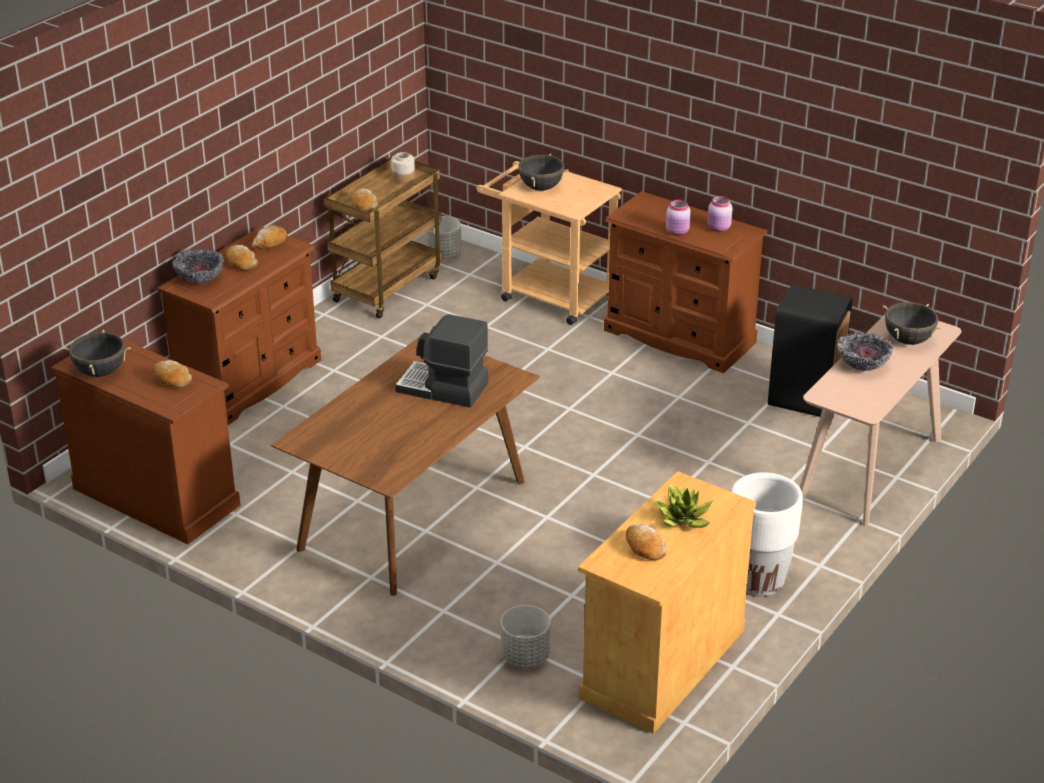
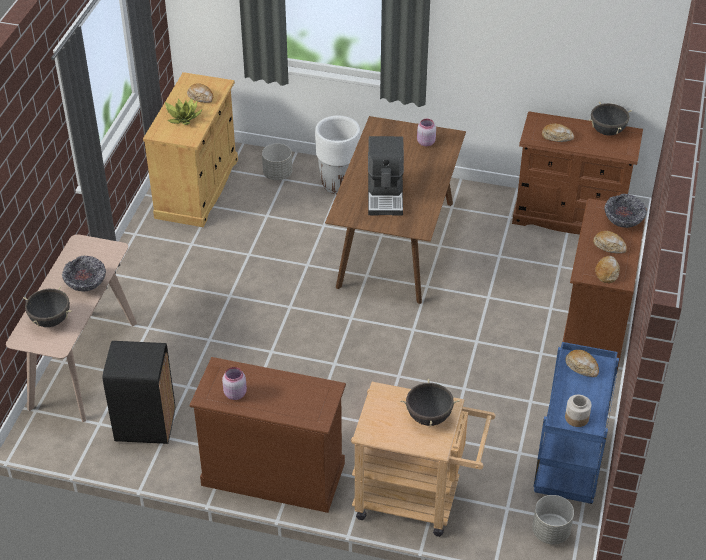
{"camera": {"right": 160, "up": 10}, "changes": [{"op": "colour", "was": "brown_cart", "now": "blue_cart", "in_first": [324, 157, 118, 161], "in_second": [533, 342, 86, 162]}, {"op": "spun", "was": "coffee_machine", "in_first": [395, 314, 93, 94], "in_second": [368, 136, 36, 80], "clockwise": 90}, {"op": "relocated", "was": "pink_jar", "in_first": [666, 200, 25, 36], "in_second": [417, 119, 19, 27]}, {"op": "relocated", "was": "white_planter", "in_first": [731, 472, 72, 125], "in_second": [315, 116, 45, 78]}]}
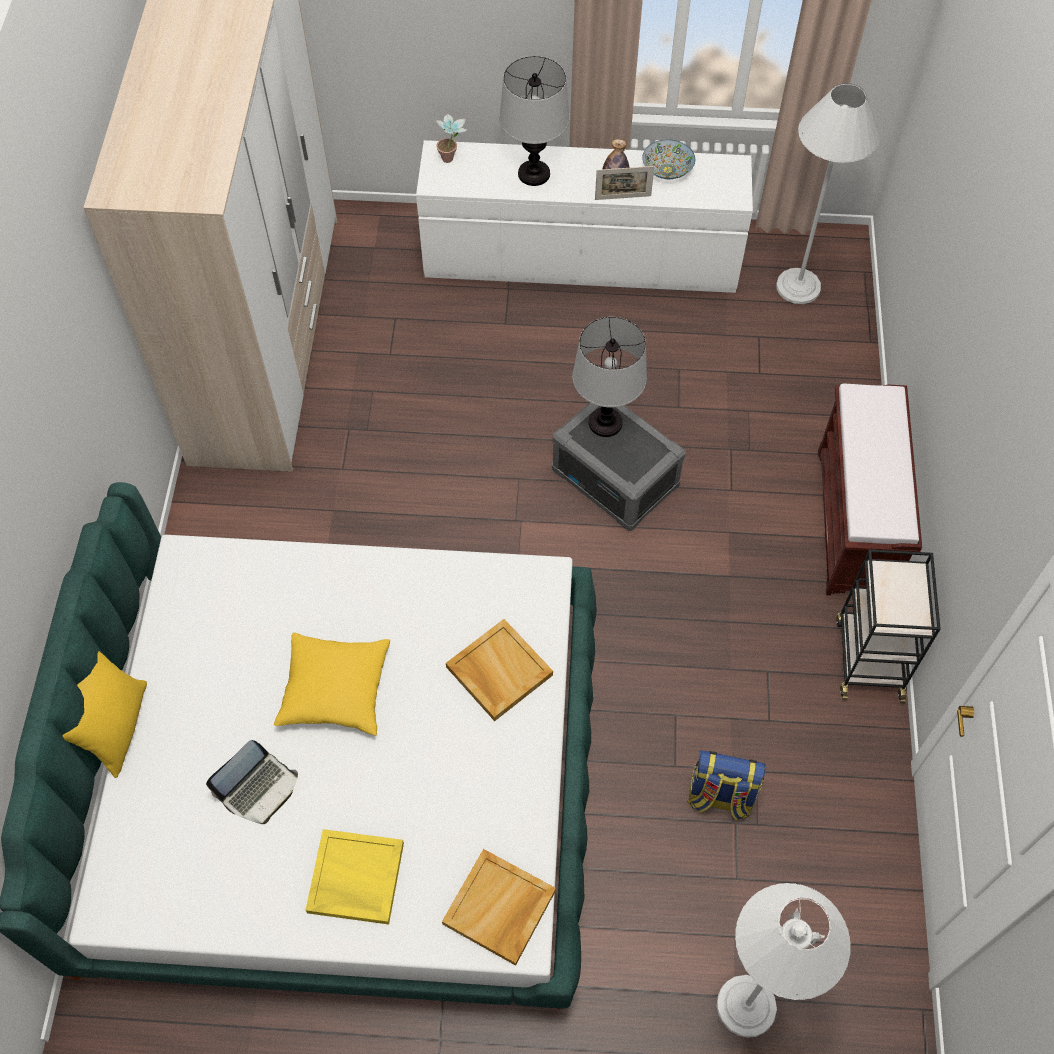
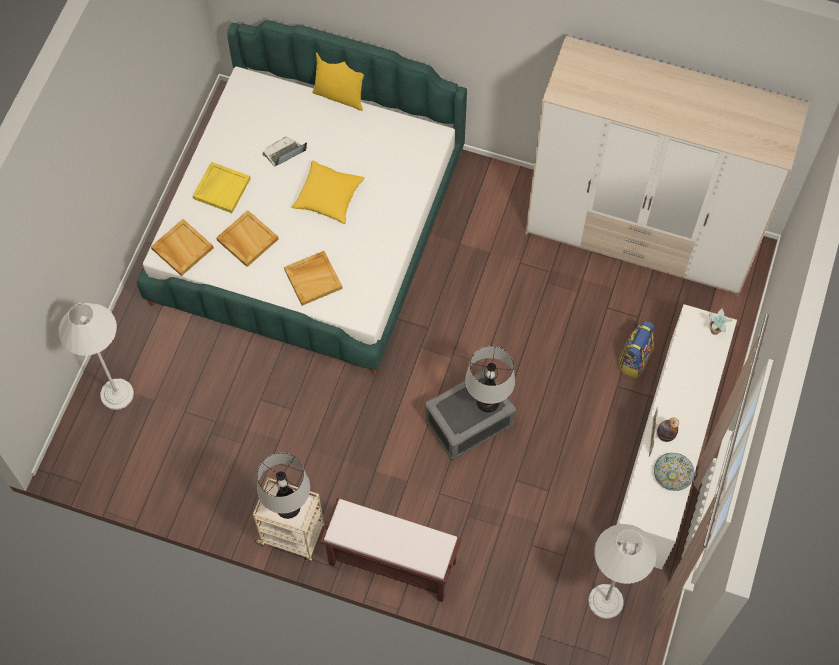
{"camera": {"right": 105, "up": 5}, "changes": [{"op": "spun", "was": "laptop", "in_first": [206, 740, 92, 84], "in_second": [262, 136, 45, 30], "clockwise": 90}, {"op": "relocated", "was": "table_lamp", "in_first": [499, 56, 71, 130], "in_second": [257, 453, 53, 66]}, {"op": "relocated", "was": "backpack", "in_first": [687, 750, 79, 71], "in_second": [617, 321, 38, 58]}, {"op": "colour", "was": "black_cart", "now": "beige_cart", "in_first": [836, 549, 105, 155], "in_second": [253, 478, 73, 84]}, {"op": "appeared", "now": "beige_tray", "in_second": [216, 210, 63, 57]}]}
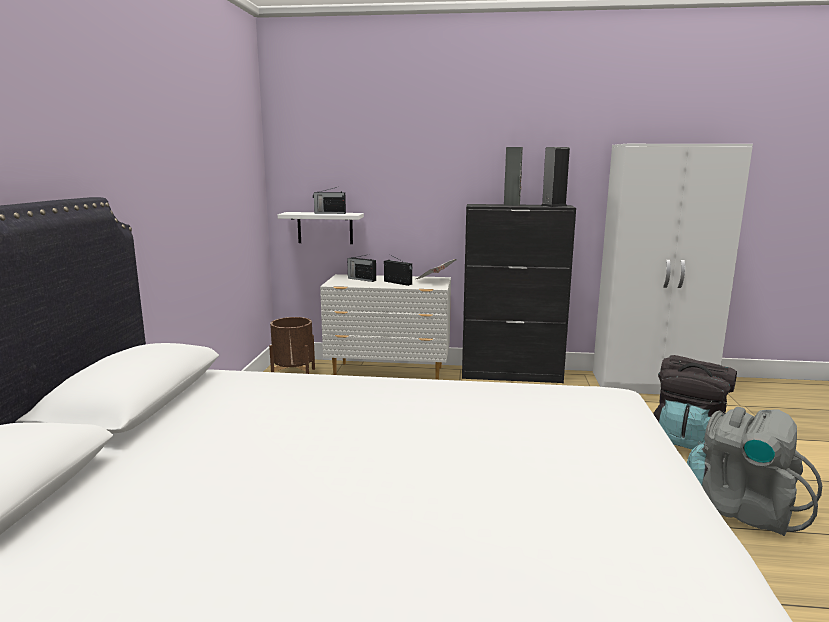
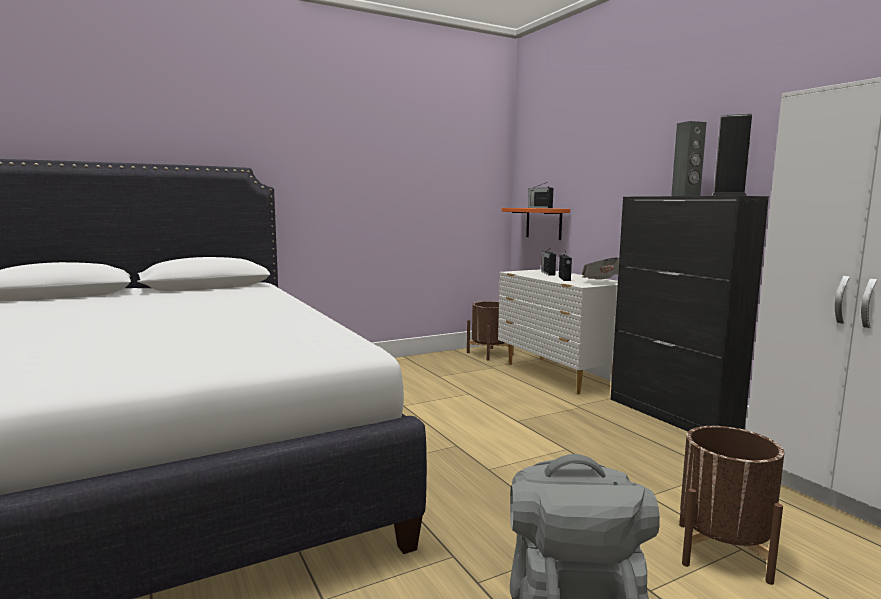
{"camera": {"right": 55, "up": -5}, "changes": [{"op": "colour", "was": "white_shelf", "now": "orange_shelf", "in_first": [278, 212, 86, 32], "in_second": [502, 208, 68, 32]}, {"op": "exchanged", "was": "black_backpack", "now": "brown_planter", "in_first": [653, 355, 84, 95], "in_second": [679, 426, 105, 159]}]}
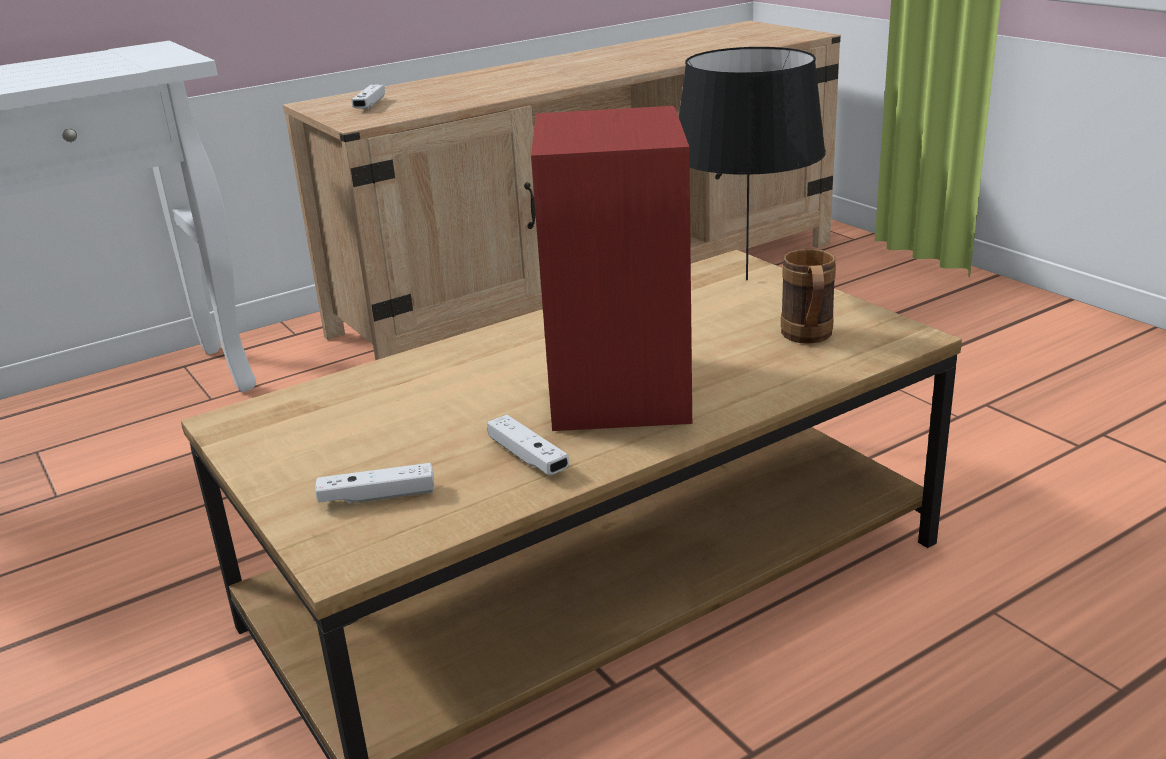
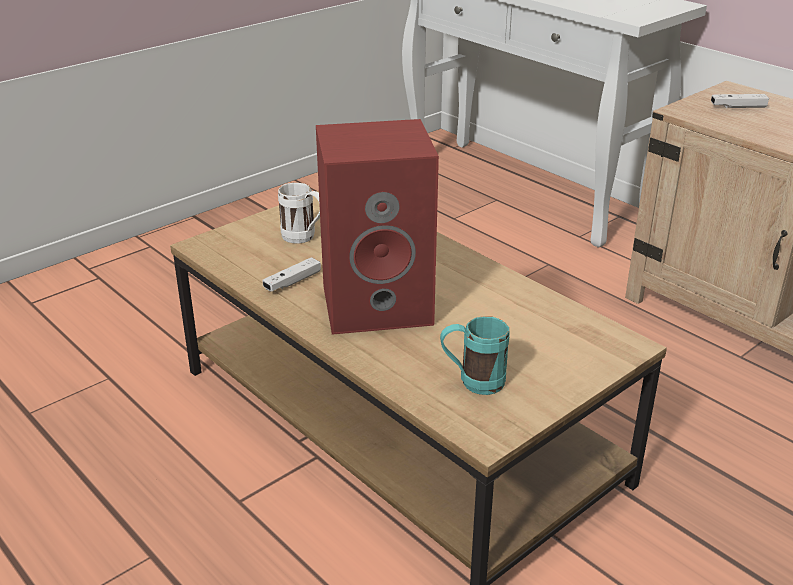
{"camera": {"right": 80, "up": 5}, "changes": [{"op": "missing", "was": "white_game_controller", "in_first": [315, 463, 120, 41]}, {"op": "missing", "was": "black_table_lamp", "in_first": [679, 47, 147, 234]}, {"op": "colour", "was": "brown_mug", "now": "turquoise_mug", "in_first": [781, 249, 55, 95], "in_second": [440, 316, 70, 79]}, {"op": "appeared", "now": "white_mug", "in_second": [278, 182, 42, 62]}]}
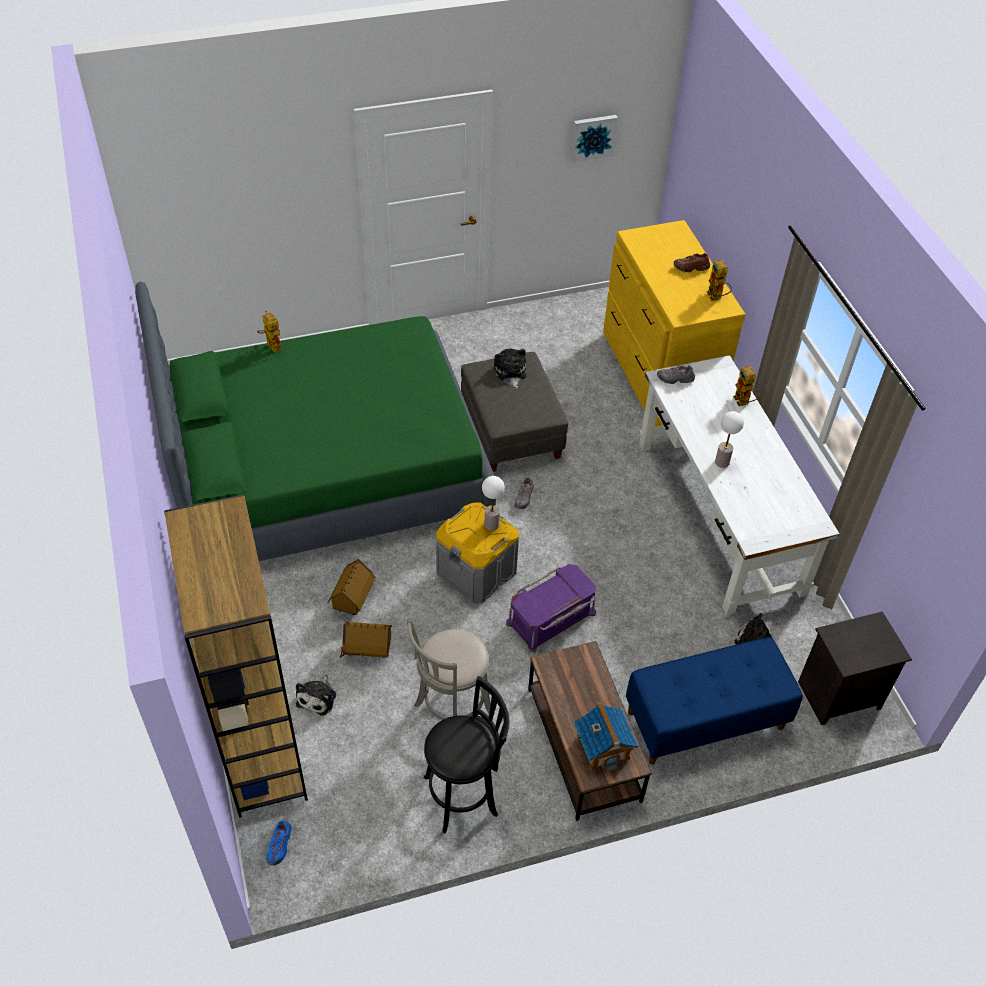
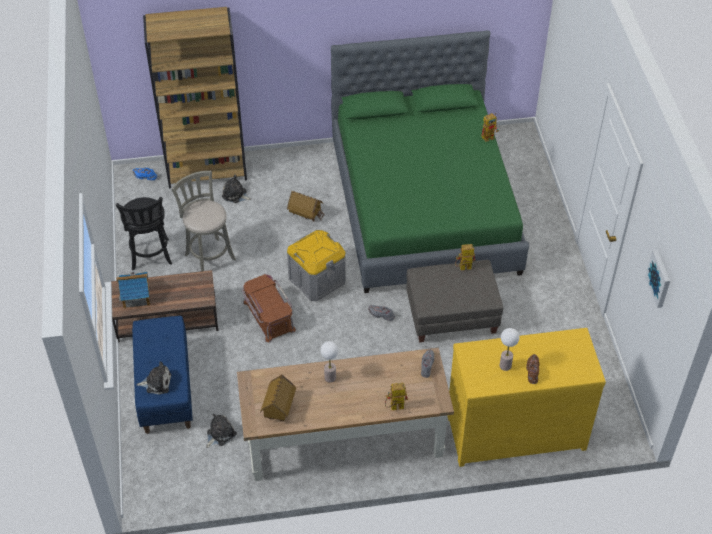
{"camera": {"right": 100, "up": 0}, "changes": [{"op": "relocated", "was": "toy_house", "in_first": [339, 622, 53, 36], "in_second": [260, 375, 36, 46]}, {"op": "relocated", "was": "table_lamp", "in_first": [482, 476, 23, 55], "in_second": [500, 328, 19, 43]}, {"op": "relocated", "was": "plush_toy", "in_first": [494, 348, 32, 41], "in_second": [137, 361, 34, 34]}, {"op": "colour", "was": "purple_storage_box", "now": "brown_storage_box", "in_first": [506, 564, 90, 88], "in_second": [242, 274, 54, 68]}, {"op": "colour", "was": "white_desk", "now": "brown_desk", "in_first": [639, 355, 201, 260], "in_second": [237, 348, 217, 133]}, {"op": "relocated", "was": "toy_robot", "in_first": [706, 260, 26, 41], "in_second": [455, 244, 20, 26]}, {"op": "missing", "was": "black_nightstand", "in_first": [798, 611, 114, 114]}]}
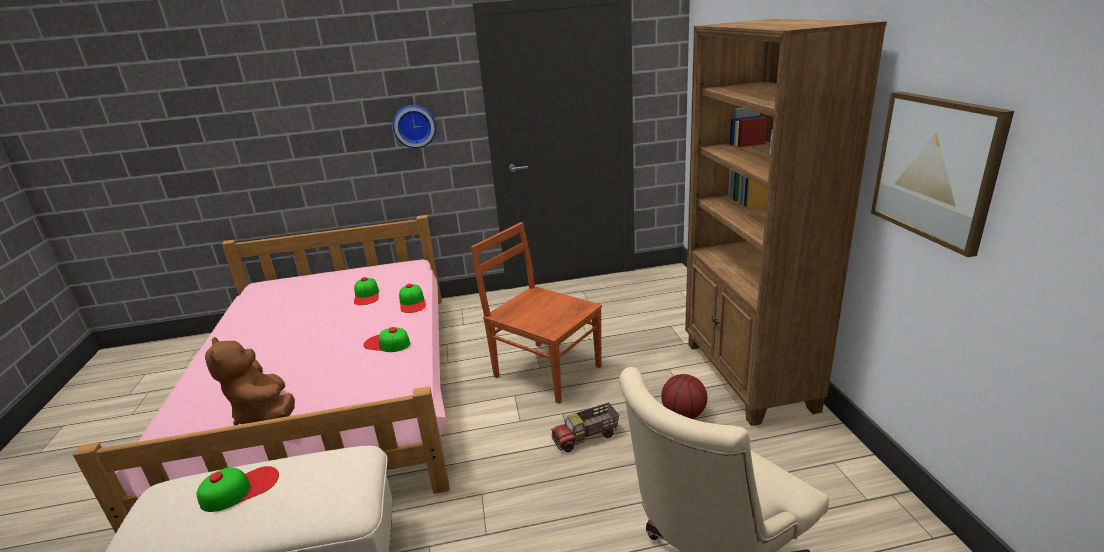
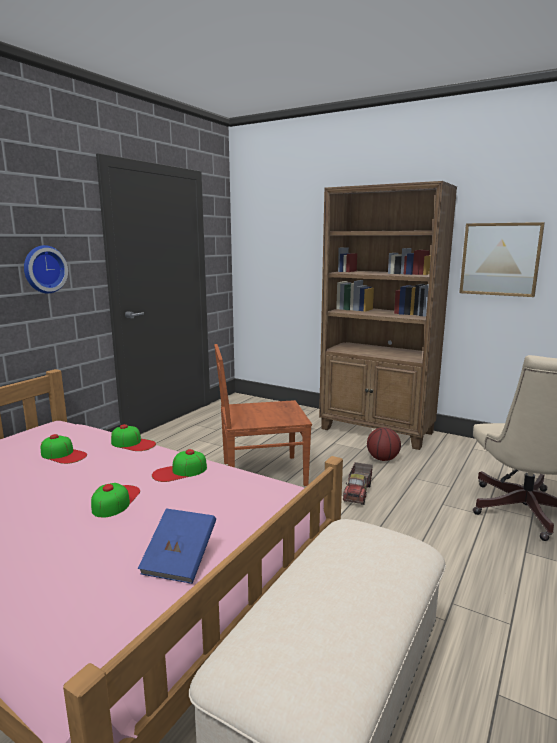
{"camera": {"right": -50, "up": -10}, "changes": [{"op": "relocated", "was": "cap", "in_first": [197, 466, 82, 46], "in_second": [91, 483, 49, 35]}, {"op": "exchanged", "was": "brown_plush_toy", "now": "blue_book", "in_first": [205, 337, 90, 89], "in_second": [138, 508, 78, 76]}]}
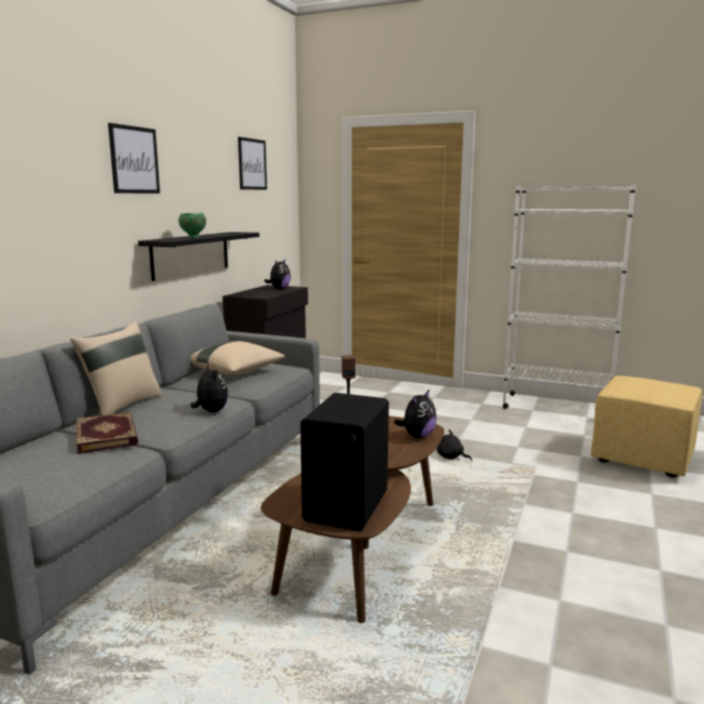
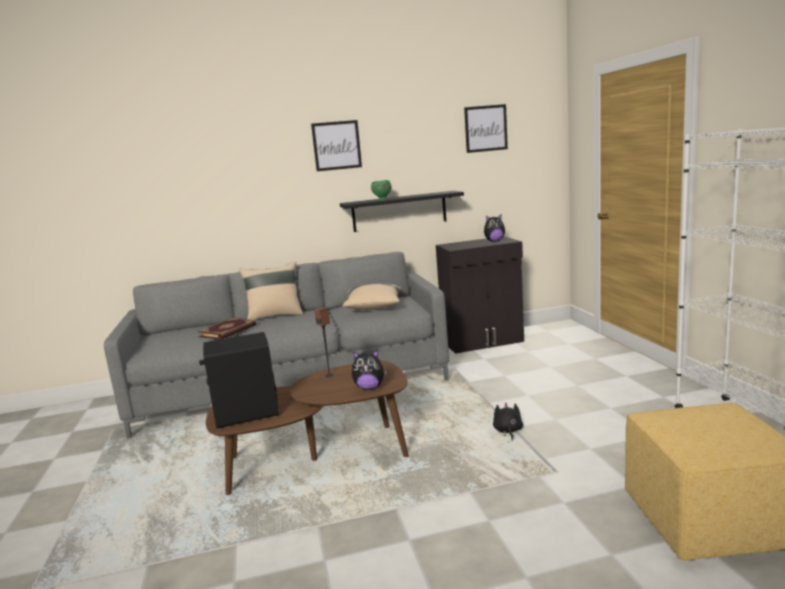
{"camera": {"right": 55, "up": 0}, "changes": [{"op": "missing", "was": "plush_toy", "in_first": [190, 365, 38, 47]}]}
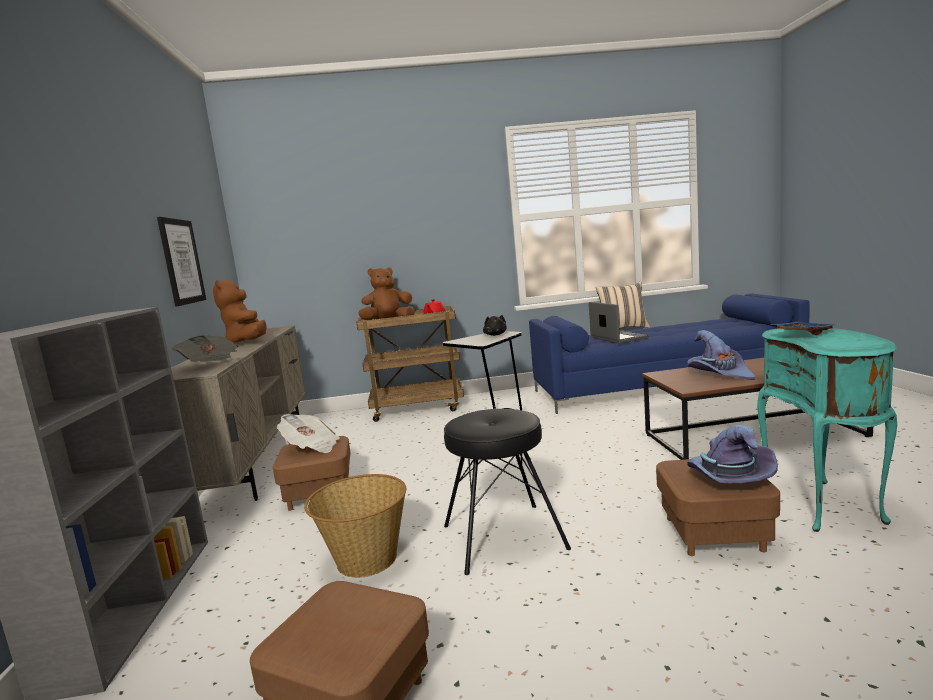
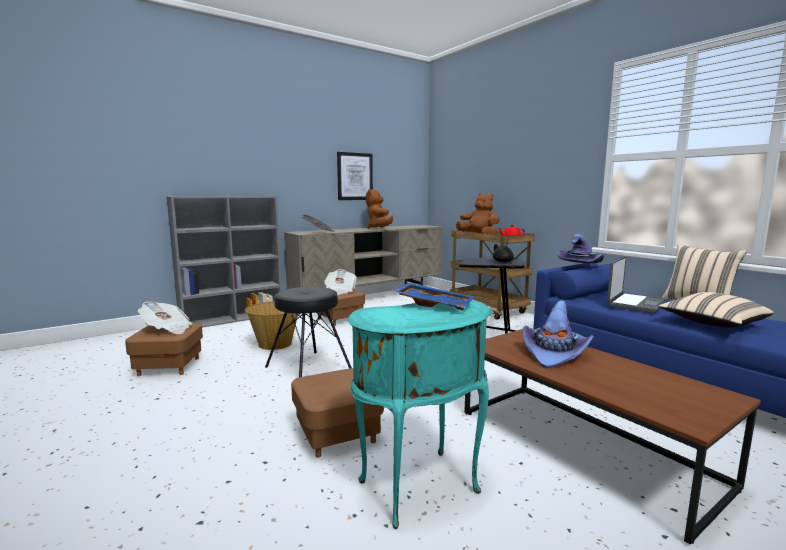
{"camera": {"right": 60, "up": 0}, "changes": [{"op": "spun", "was": "brown_plush_toy", "in_first": [213, 280, 54, 63], "in_second": [366, 189, 27, 40], "clockwise": -45}, {"op": "relocated", "was": "purple_hat", "in_first": [687, 425, 91, 58], "in_second": [558, 234, 46, 29]}, {"op": "appeared", "now": "newspaper", "in_second": [138, 302, 55, 32]}, {"op": "appeared", "now": "beige_pillow", "in_second": [659, 292, 115, 35]}]}
